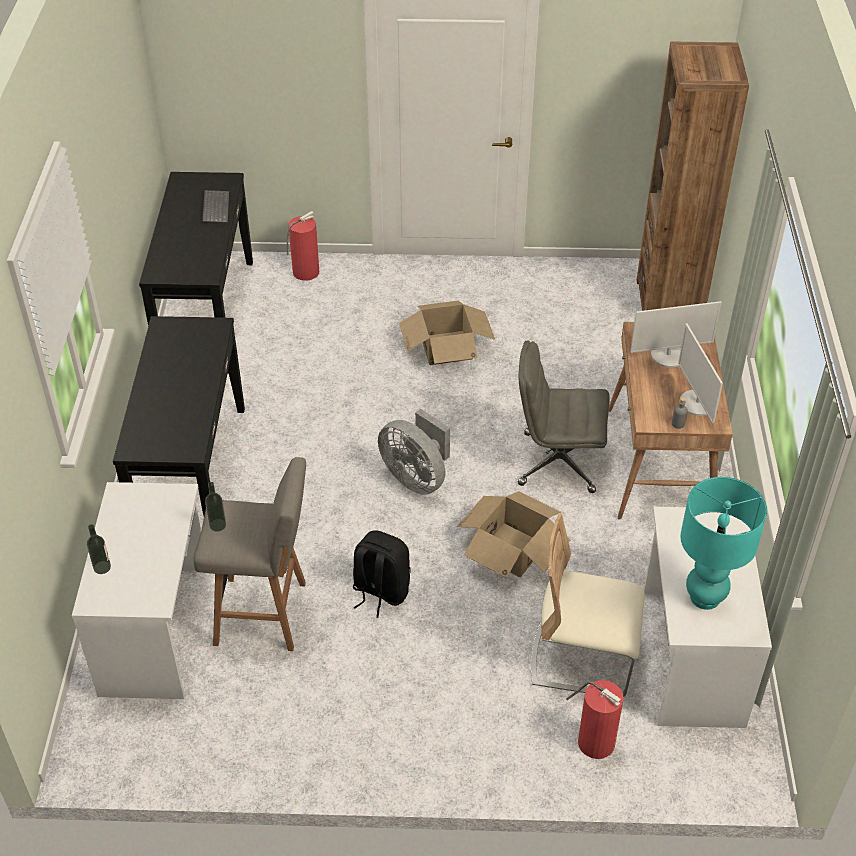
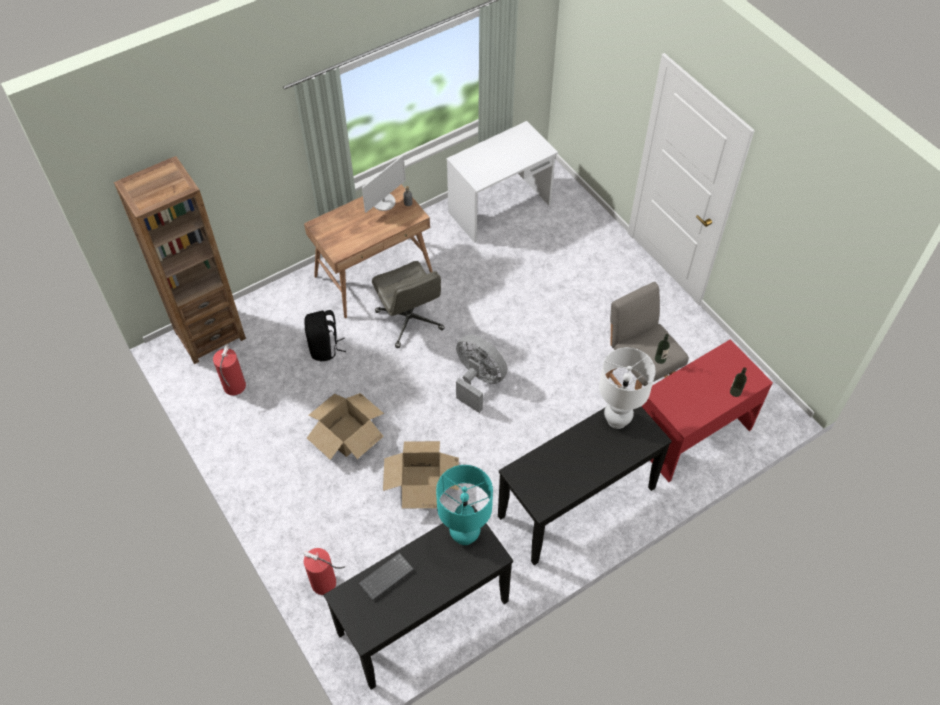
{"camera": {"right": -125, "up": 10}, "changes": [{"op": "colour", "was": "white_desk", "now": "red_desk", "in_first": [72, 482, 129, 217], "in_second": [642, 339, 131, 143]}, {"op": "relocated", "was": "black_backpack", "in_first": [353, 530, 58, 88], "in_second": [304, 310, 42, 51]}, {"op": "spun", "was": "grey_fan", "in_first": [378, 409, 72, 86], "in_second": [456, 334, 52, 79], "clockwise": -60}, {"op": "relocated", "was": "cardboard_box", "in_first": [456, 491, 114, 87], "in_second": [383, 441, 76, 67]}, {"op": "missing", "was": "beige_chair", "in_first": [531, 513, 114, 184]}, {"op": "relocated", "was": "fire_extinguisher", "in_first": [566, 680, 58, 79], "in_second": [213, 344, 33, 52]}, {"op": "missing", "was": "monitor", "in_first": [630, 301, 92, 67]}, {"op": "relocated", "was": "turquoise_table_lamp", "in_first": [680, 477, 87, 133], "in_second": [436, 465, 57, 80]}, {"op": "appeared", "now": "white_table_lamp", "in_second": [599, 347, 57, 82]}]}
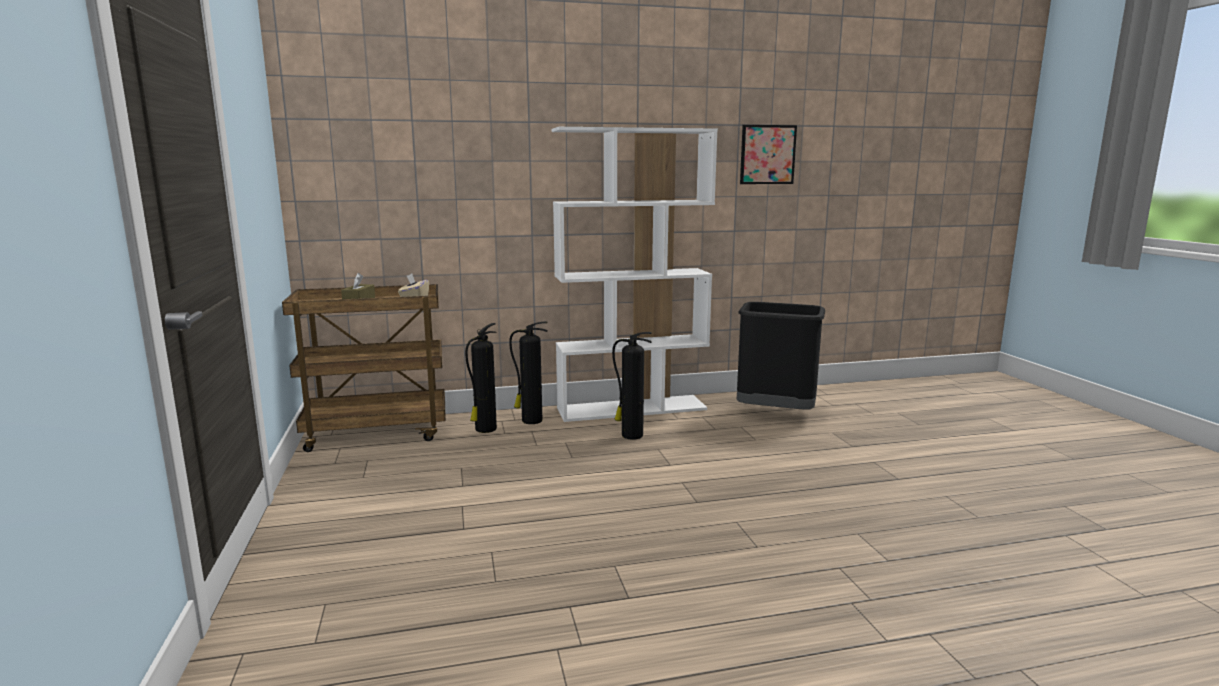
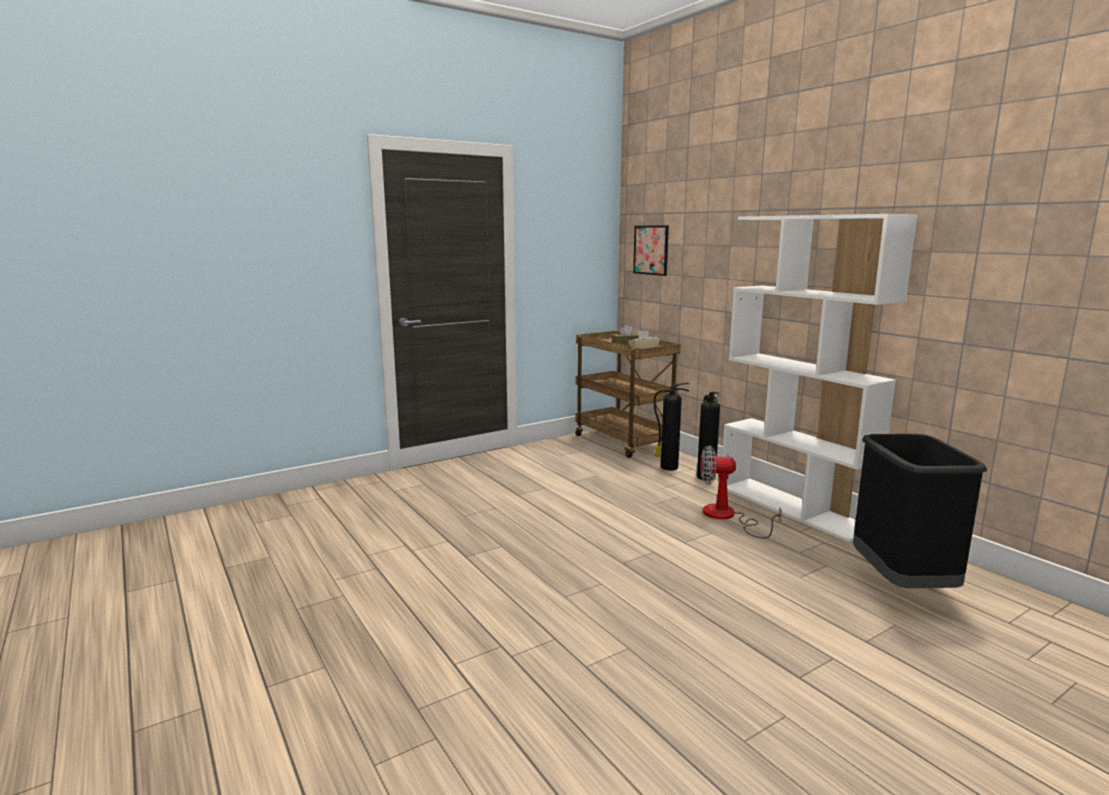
{"camera": {"right": 70, "up": 0}, "changes": [{"op": "exchanged", "was": "fire_extinguisher", "now": "fan", "in_first": [612, 332, 40, 108], "in_second": [701, 446, 81, 93]}, {"op": "relocated", "was": "picture", "in_first": [740, 125, 57, 59], "in_second": [633, 226, 36, 50]}]}
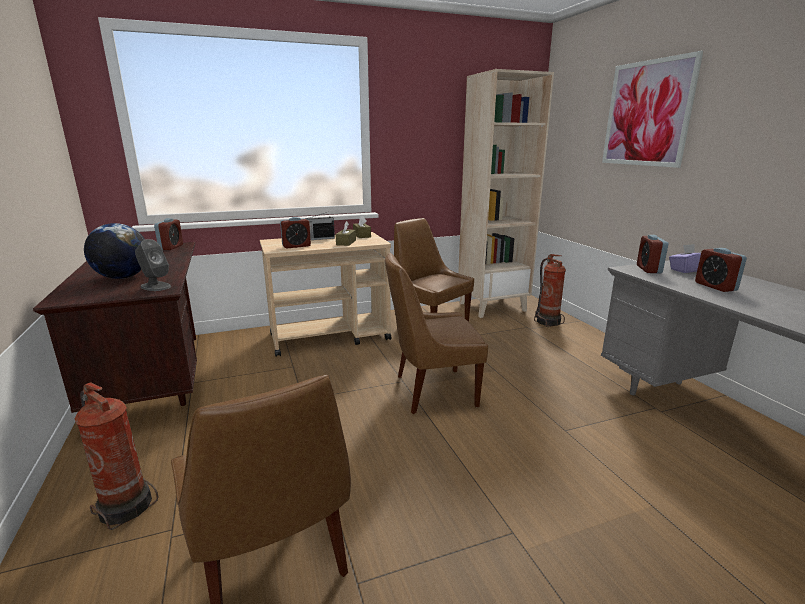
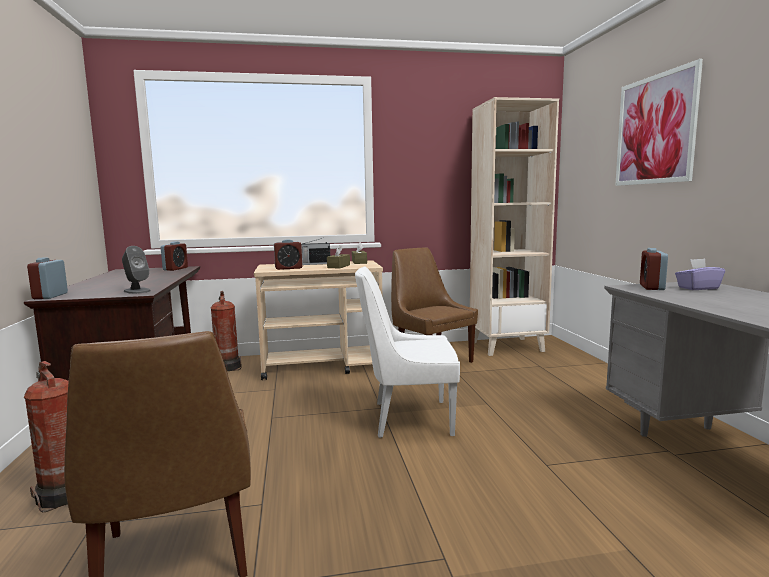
{"camera": {"right": 10, "up": -10}, "changes": [{"op": "missing", "was": "globe", "in_first": [84, 223, 61, 56]}, {"op": "colour", "was": "brown_chair", "now": "white_chair", "in_first": [385, 253, 103, 161], "in_second": [355, 267, 105, 171]}, {"op": "relocated", "was": "fire_extinguisher", "in_first": [534, 254, 32, 73], "in_second": [210, 291, 32, 80]}, {"op": "relocated", "was": "alarm_clock", "in_first": [695, 248, 52, 44], "in_second": [27, 258, 41, 41]}]}
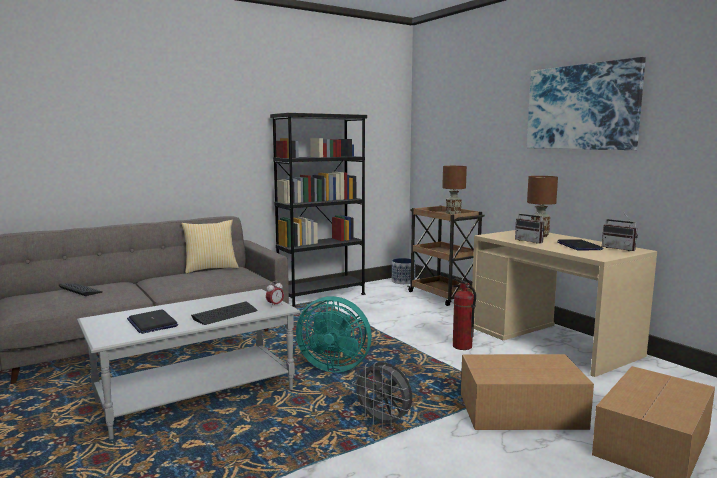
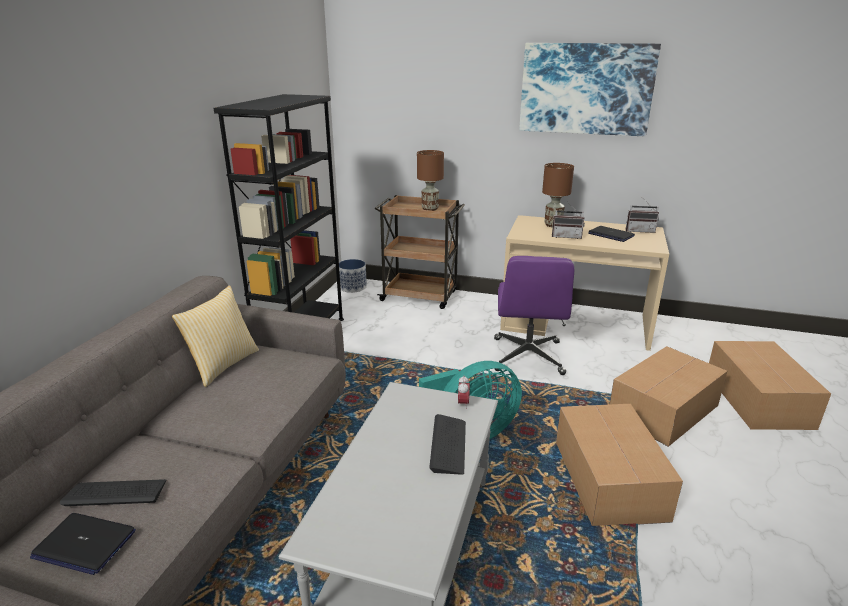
{"camera": {"right": -40, "up": 15}, "changes": [{"op": "relocated", "was": "laptop", "in_first": [127, 310, 51, 24], "in_second": [30, 513, 106, 62]}, {"op": "exchanged", "was": "grey_fan", "now": "cardboard_box", "in_first": [352, 362, 60, 66], "in_second": [556, 404, 127, 122]}, {"op": "exchanged", "was": "fire_extinguisher", "now": "purple_office_chair", "in_first": [453, 278, 23, 72], "in_second": [494, 256, 80, 119]}]}
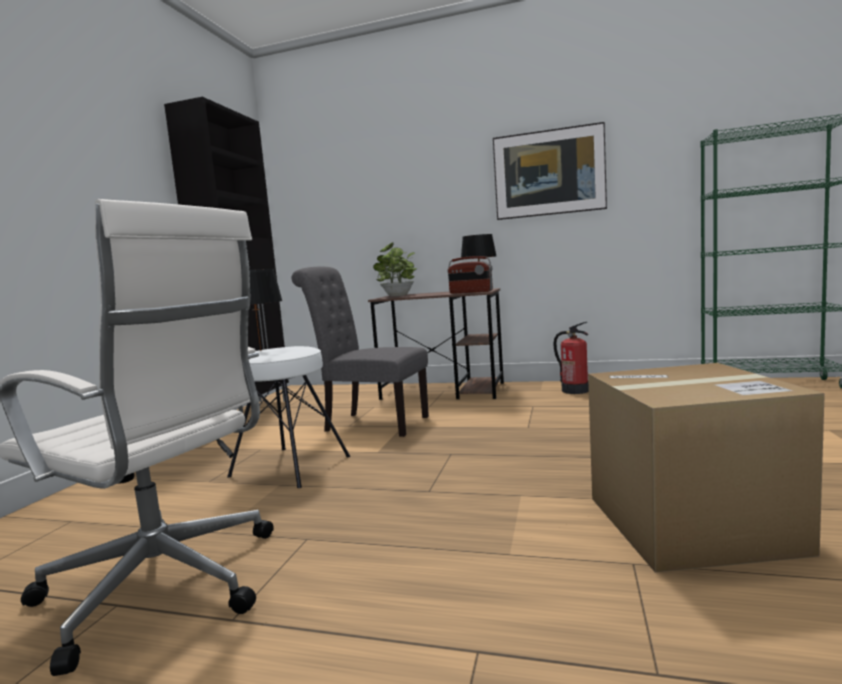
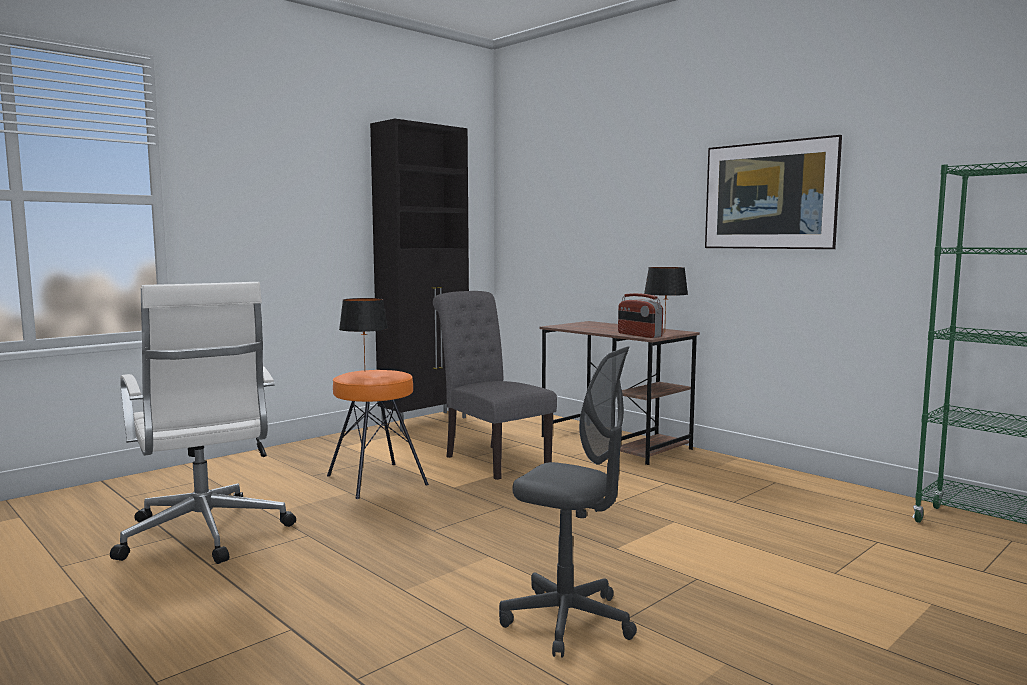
{"camera": {"right": 30, "up": 0}, "changes": [{"op": "colour", "was": "white_stool", "now": "orange_stool", "in_first": [227, 346, 123, 142], "in_second": [327, 370, 102, 129]}, {"op": "missing", "was": "potted_plant", "in_first": [373, 242, 44, 54]}, {"op": "missing", "was": "fire_extinguisher", "in_first": [554, 322, 35, 72]}, {"op": "exchanged", "was": "cardboard_box", "now": "grey_office_chair", "in_first": [588, 363, 237, 210], "in_second": [499, 346, 138, 312]}]}
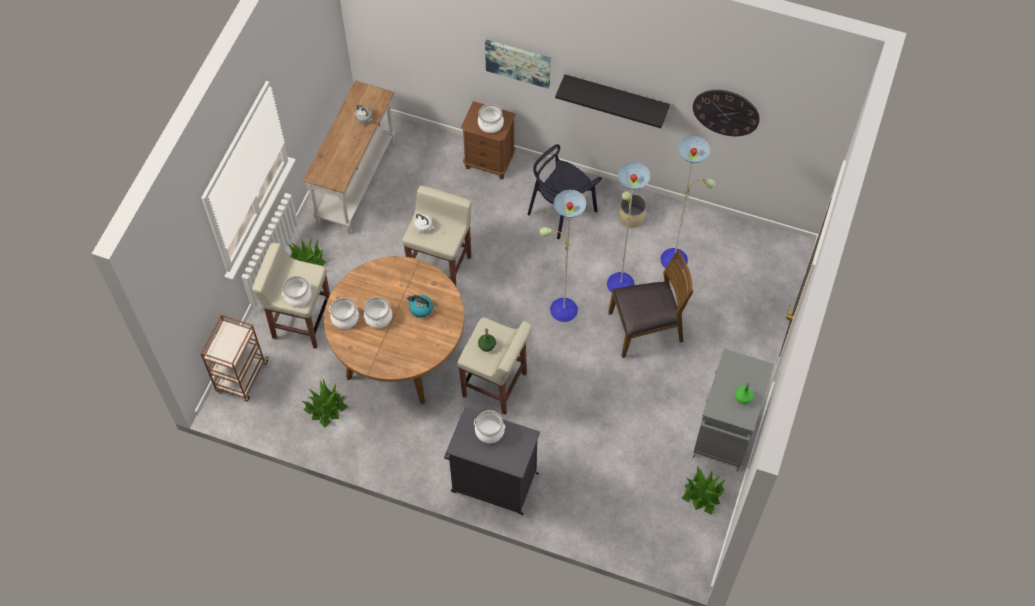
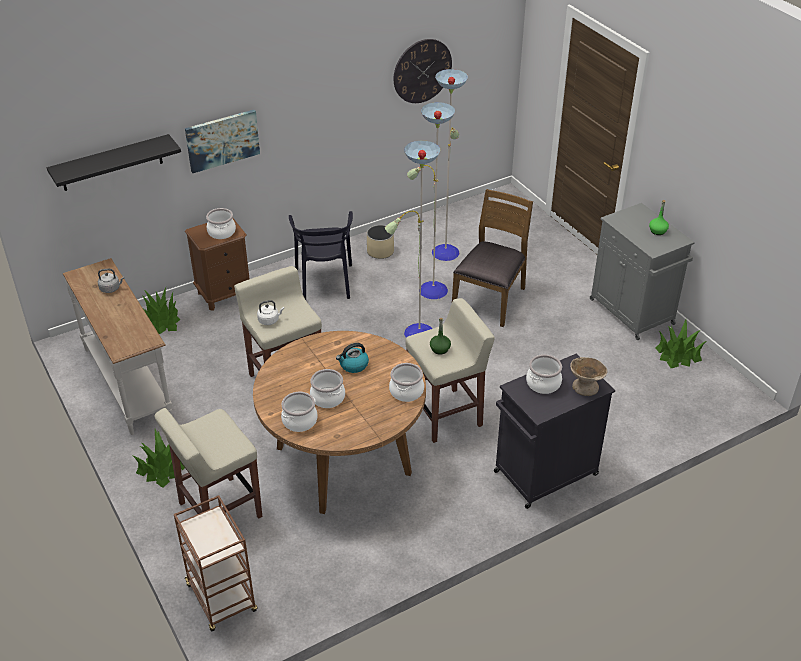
{"camera": {"right": -50, "up": -20}, "changes": [{"op": "relocated", "was": "cooking_pot", "in_first": [282, 276, 30, 31], "in_second": [389, 363, 35, 39]}, {"op": "relocated", "was": "potted_plant", "in_first": [301, 379, 46, 48], "in_second": [142, 287, 38, 47]}, {"op": "relocated", "was": "black_shelf", "in_first": [555, 74, 115, 54], "in_second": [47, 134, 134, 57]}, {"op": "appeared", "now": "beige_bowl", "in_second": [570, 357, 37, 39]}]}
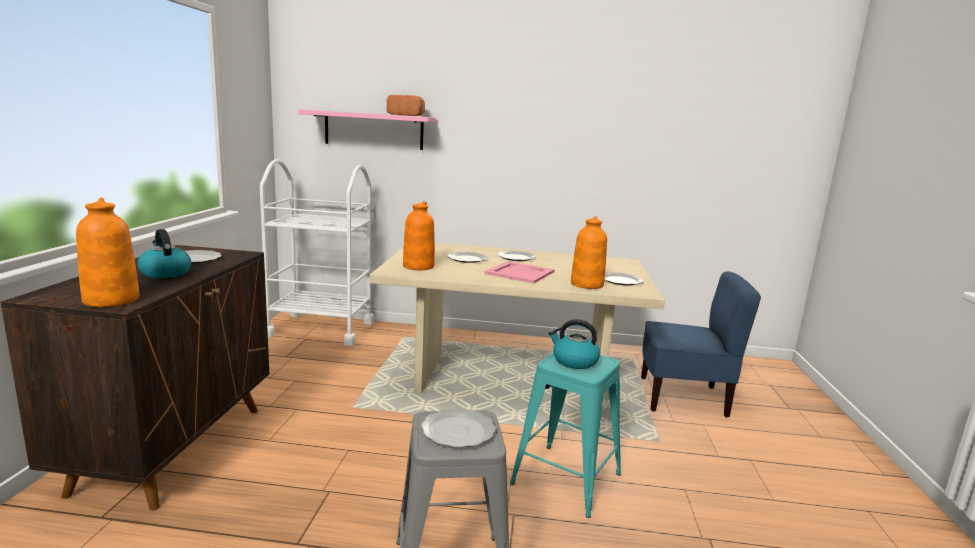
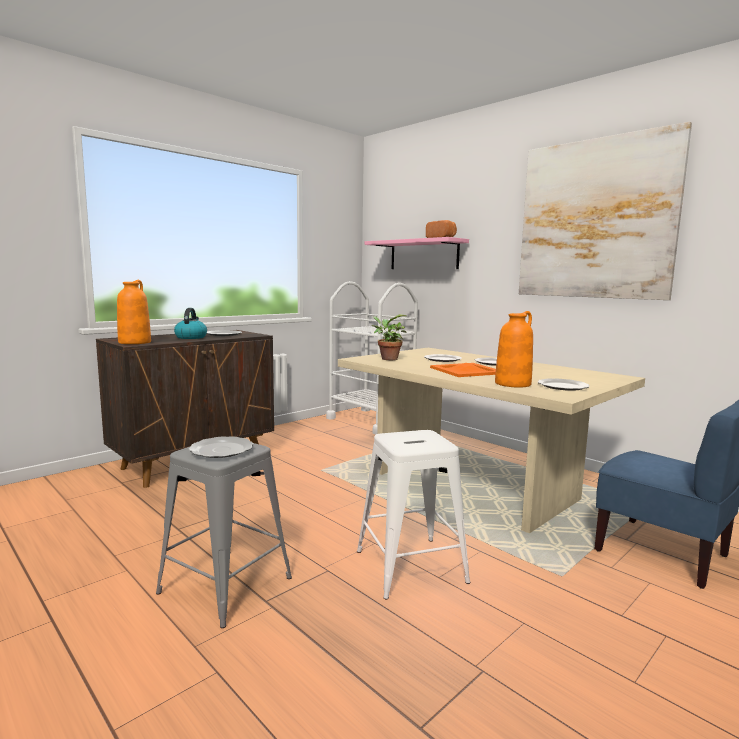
{"camera": {"right": 40, "up": -5}, "changes": [{"op": "exchanged", "was": "orange_vase", "now": "potted_plant", "in_first": [403, 201, 32, 69], "in_second": [372, 314, 34, 46]}, {"op": "colour", "was": "pink_tray", "now": "orange_tray", "in_first": [484, 261, 71, 22], "in_second": [430, 363, 66, 14]}, {"op": "colour", "was": "turquoise_stool", "now": "white_stool", "in_first": [510, 352, 111, 166], "in_second": [357, 430, 113, 170]}, {"op": "missing", "was": "kettle", "in_first": [549, 319, 51, 50]}, {"op": "appeared", "now": "picture", "in_second": [519, 122, 173, 178]}]}
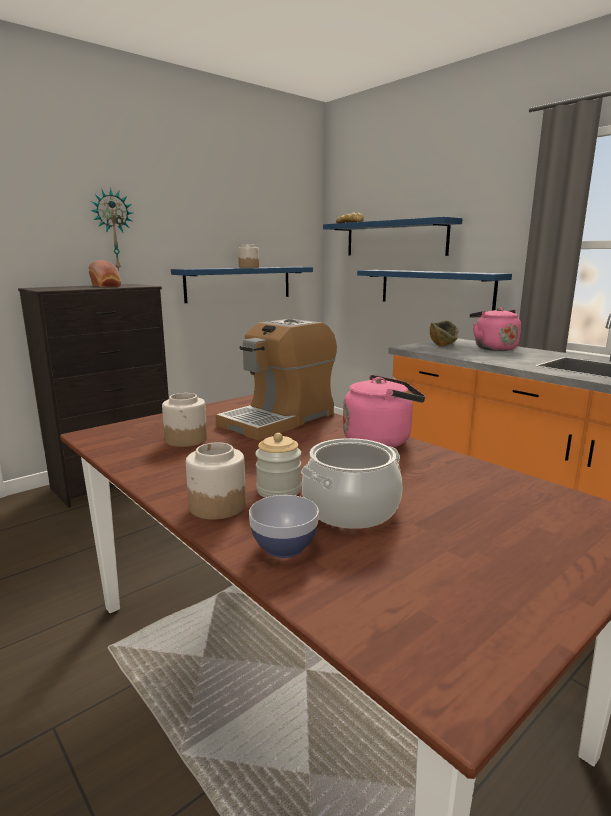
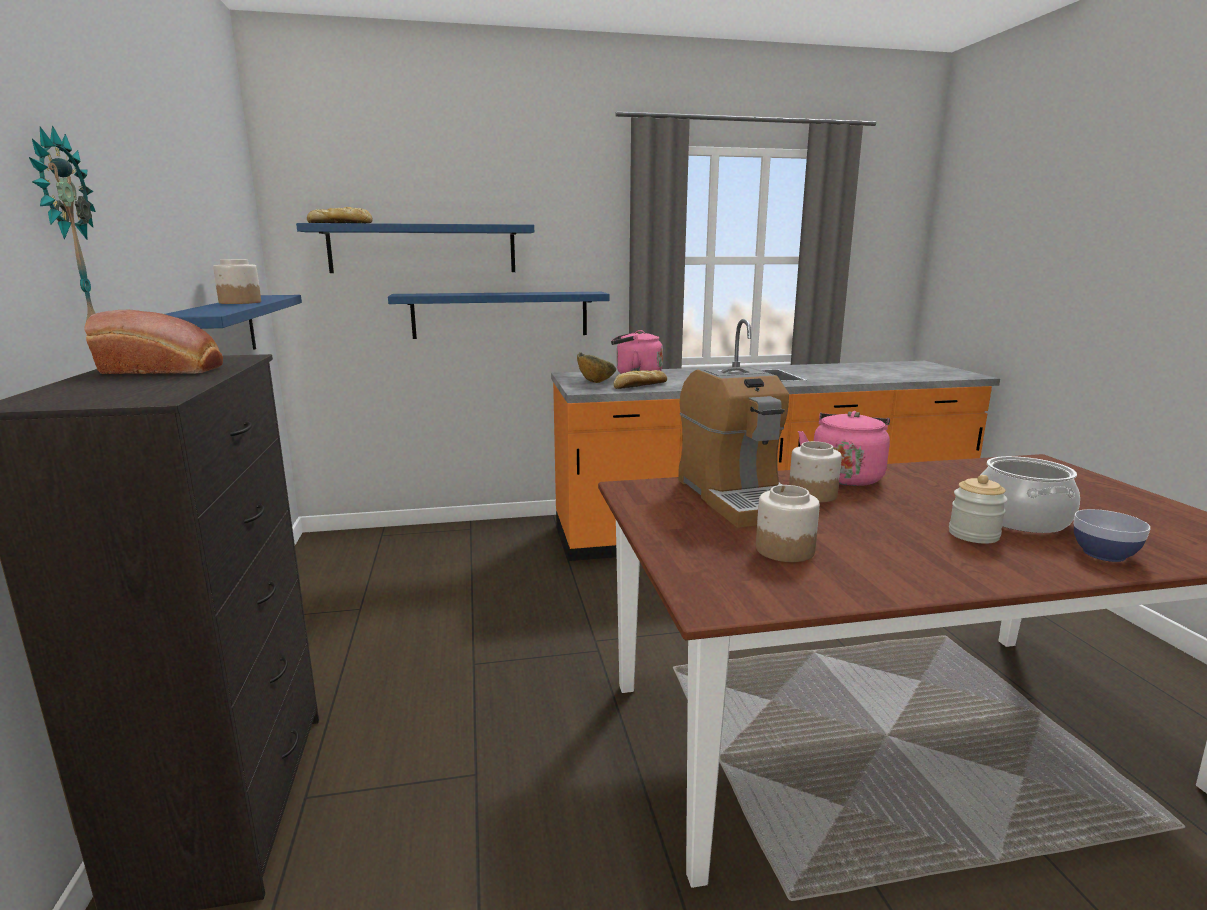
{"camera": {"right": -60, "up": 0}, "changes": [{"op": "relocated", "was": "jar", "in_first": [186, 442, 60, 78], "in_second": [789, 441, 53, 62]}, {"op": "appeared", "now": "bread", "in_second": [614, 370, 53, 19]}]}
